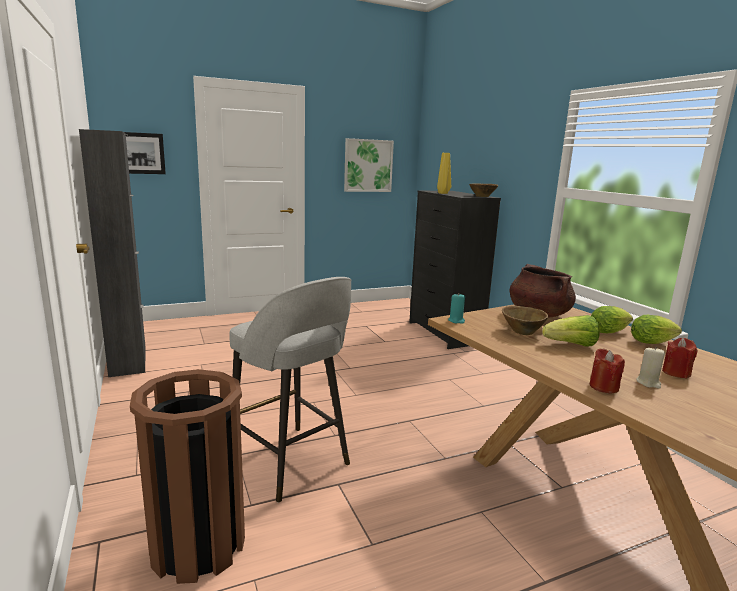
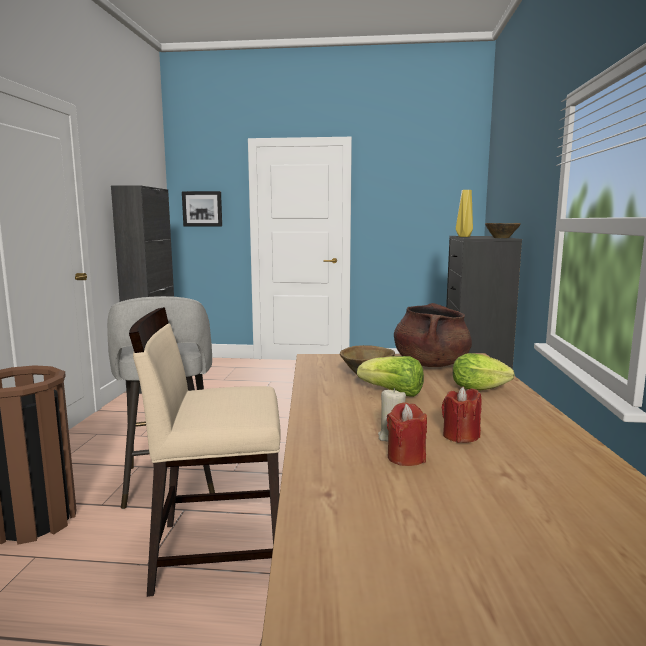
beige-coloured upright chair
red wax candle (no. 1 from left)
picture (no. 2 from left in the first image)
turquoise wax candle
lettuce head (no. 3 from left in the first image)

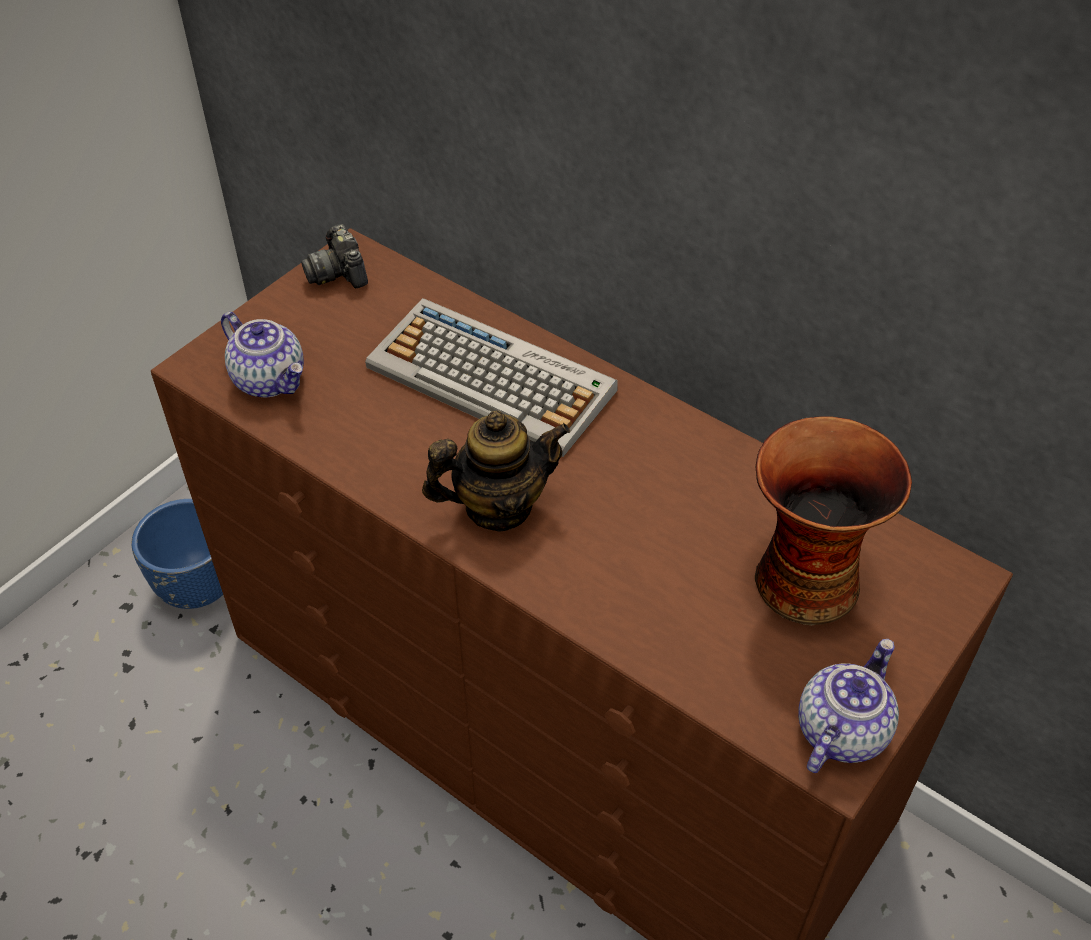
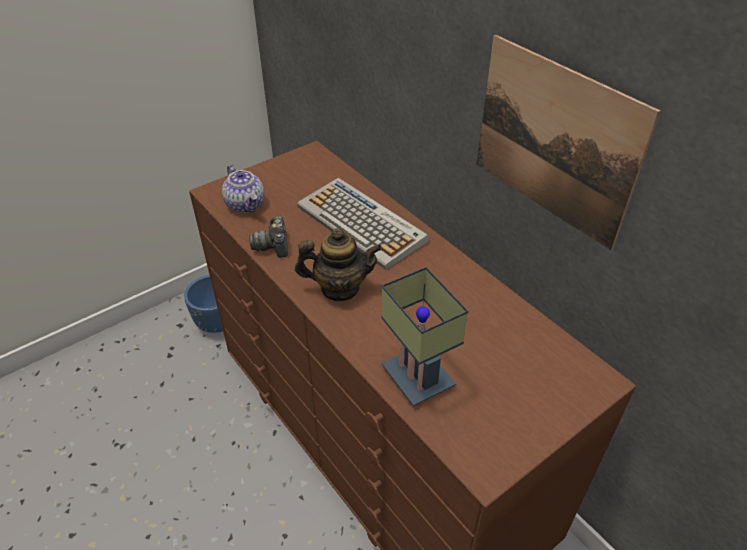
photo camera
lamp for a table
picture
vase
pot for tea (no. 3 from left in the first image)

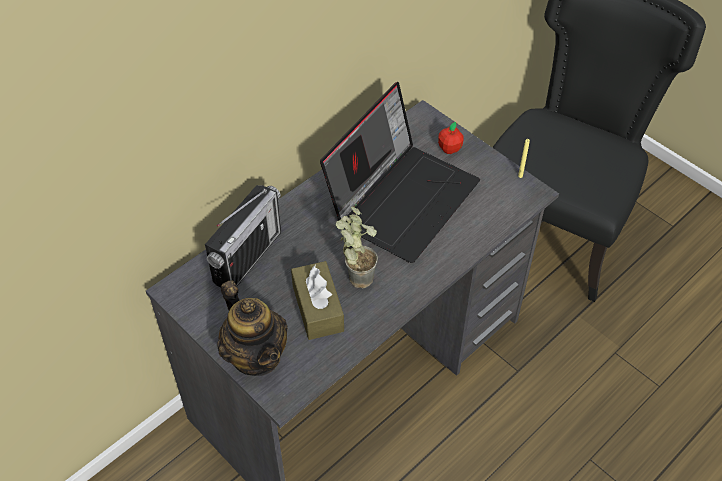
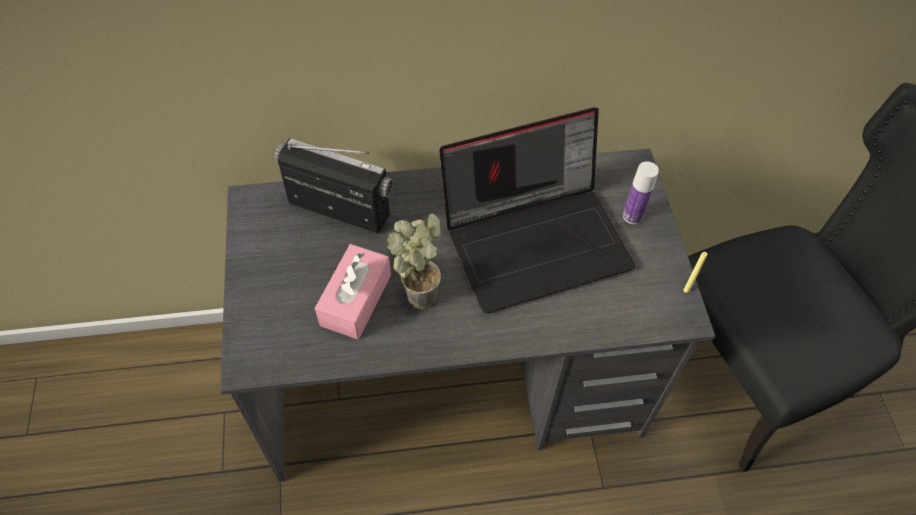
radio
pinkish tissue holder
beverage bottle
pot for tea

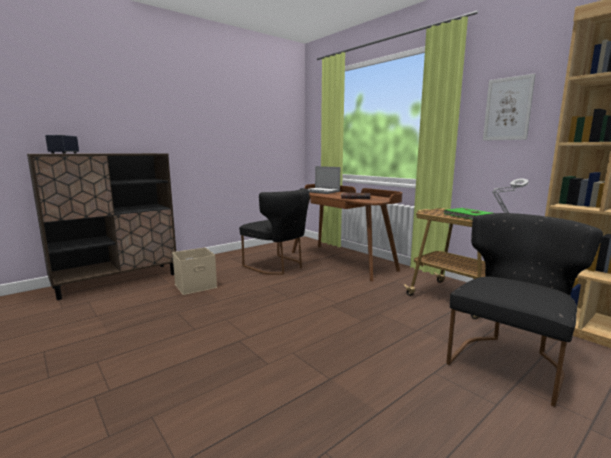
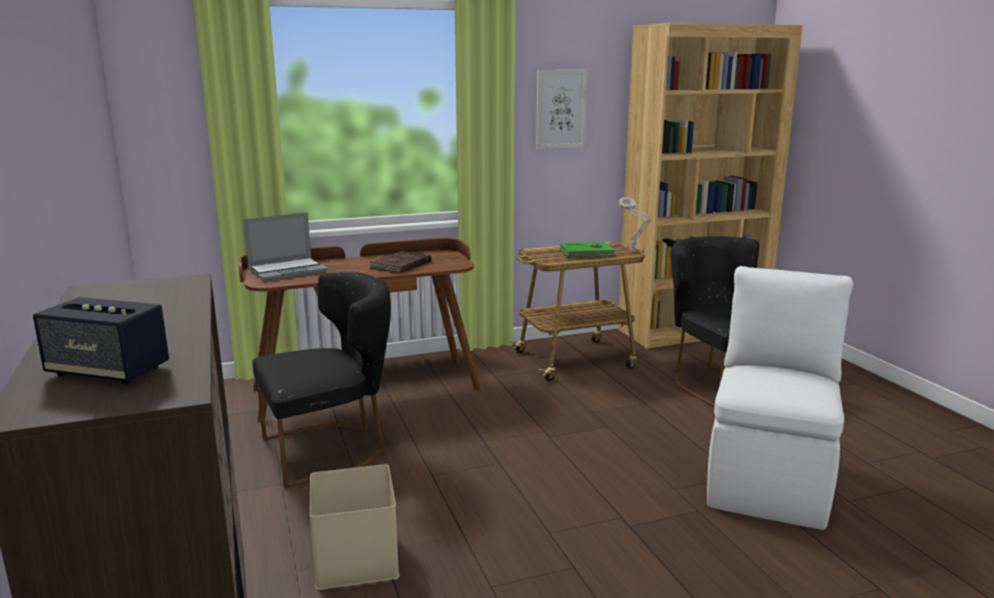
white upright chair

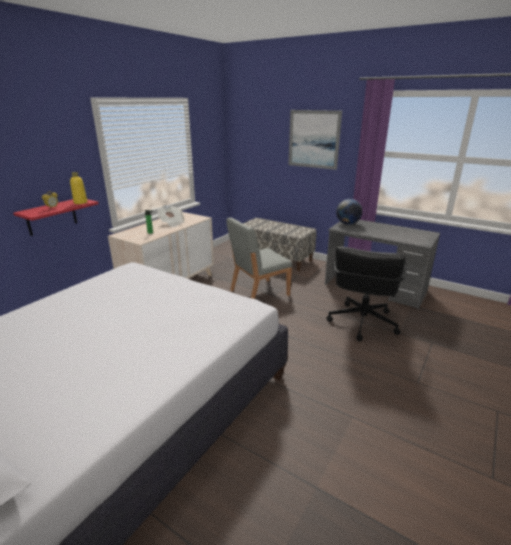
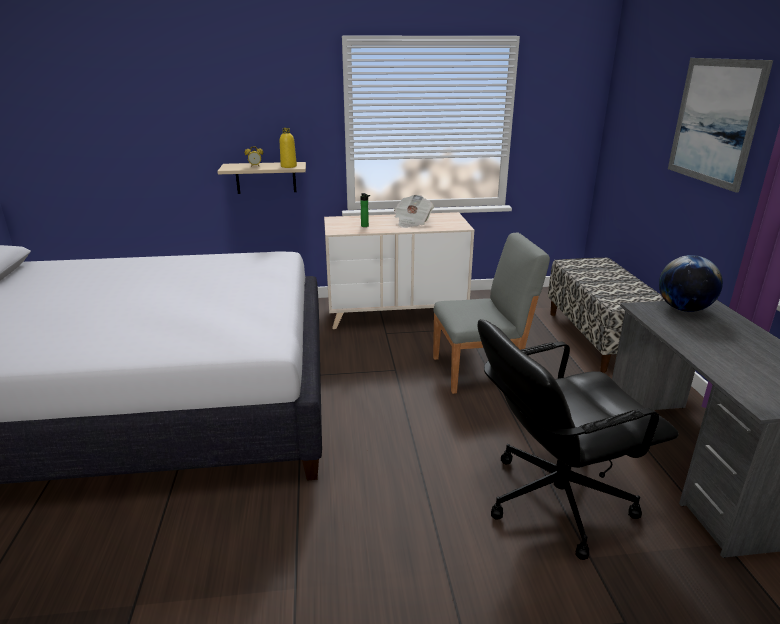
beige-coloured bracket shelf
grey upright chair

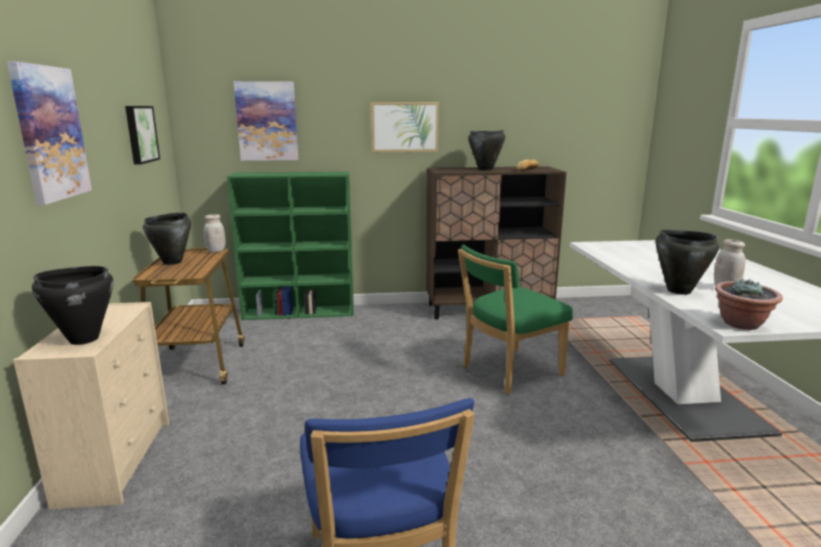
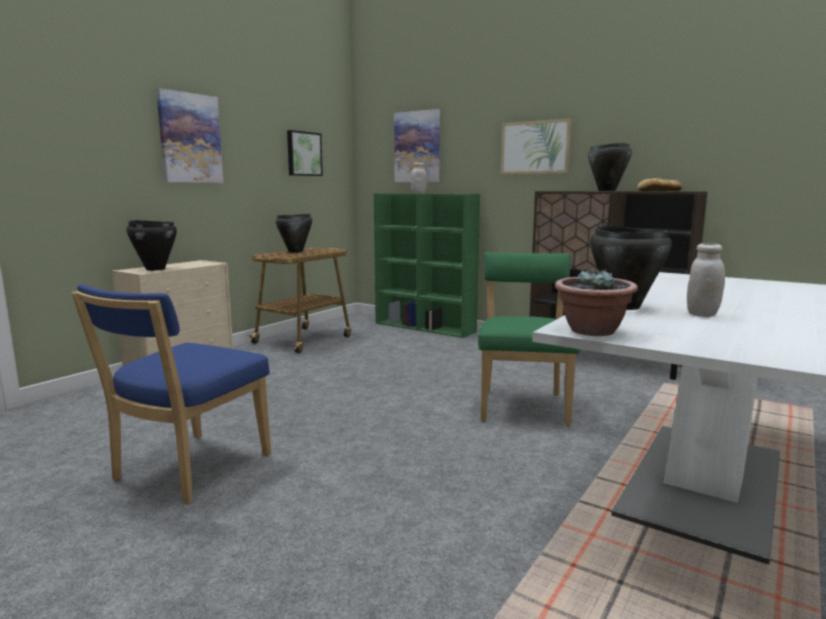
white storage jar (no. 1 from left)
greenish upright chair

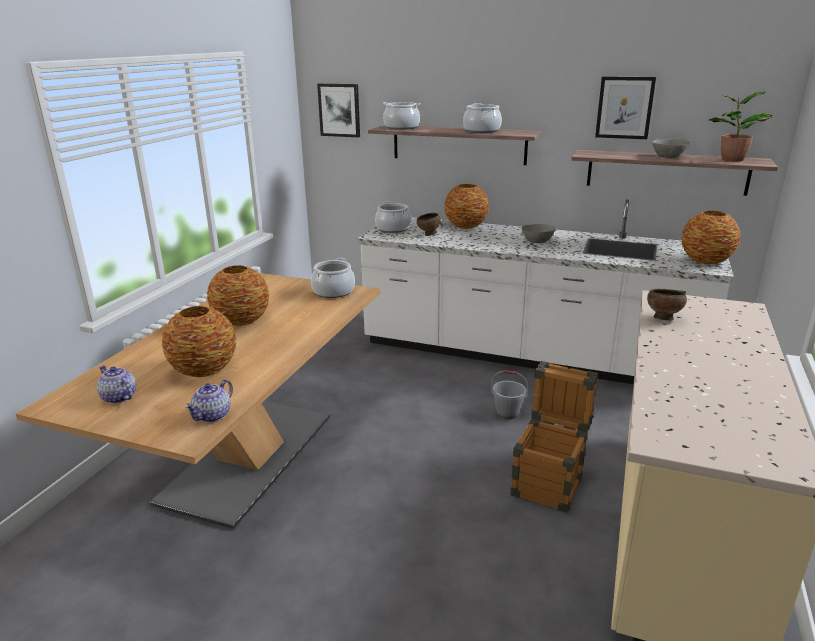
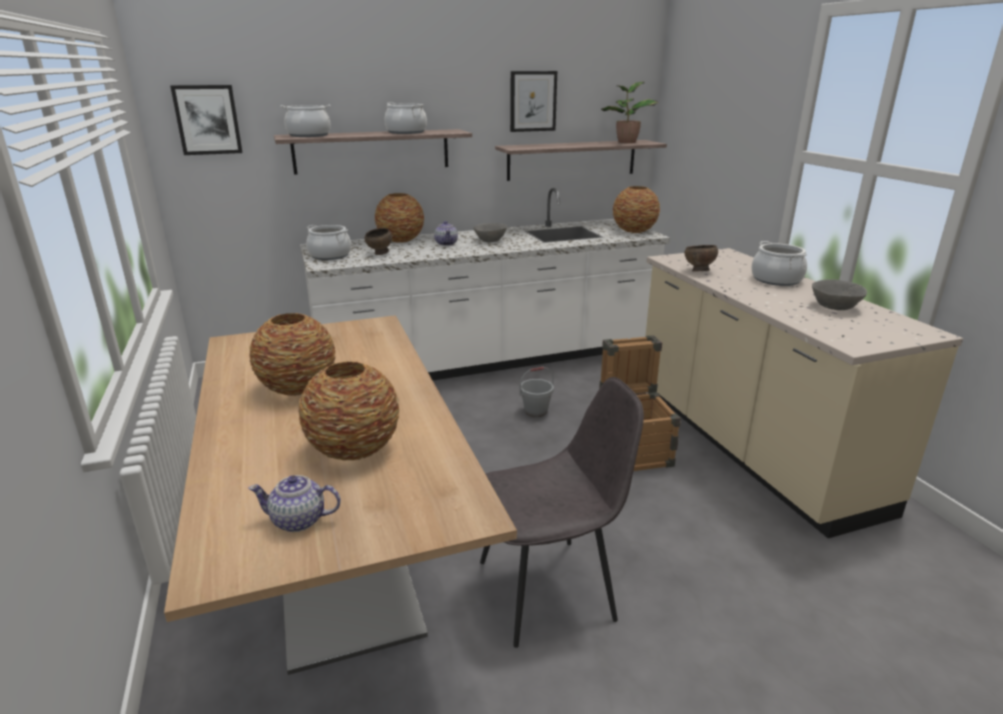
pot for tea (no. 2 from left)
grey upright chair
stockpot (no. 4 from left)
grey serving bowl (no. 2 from left)

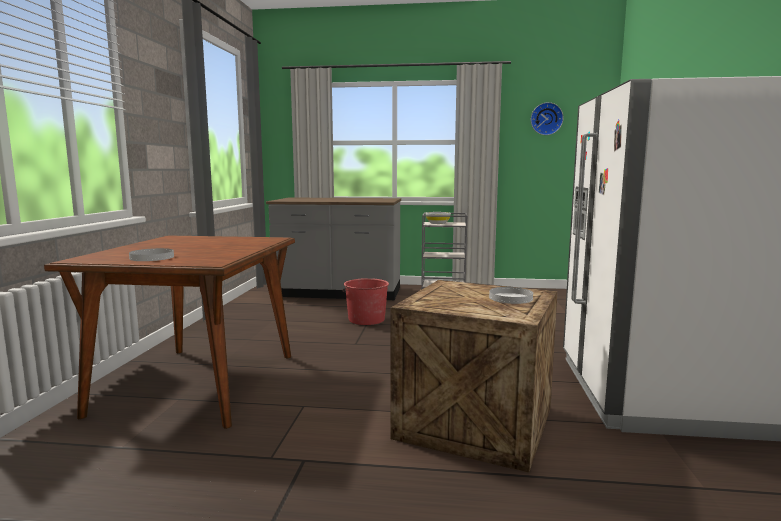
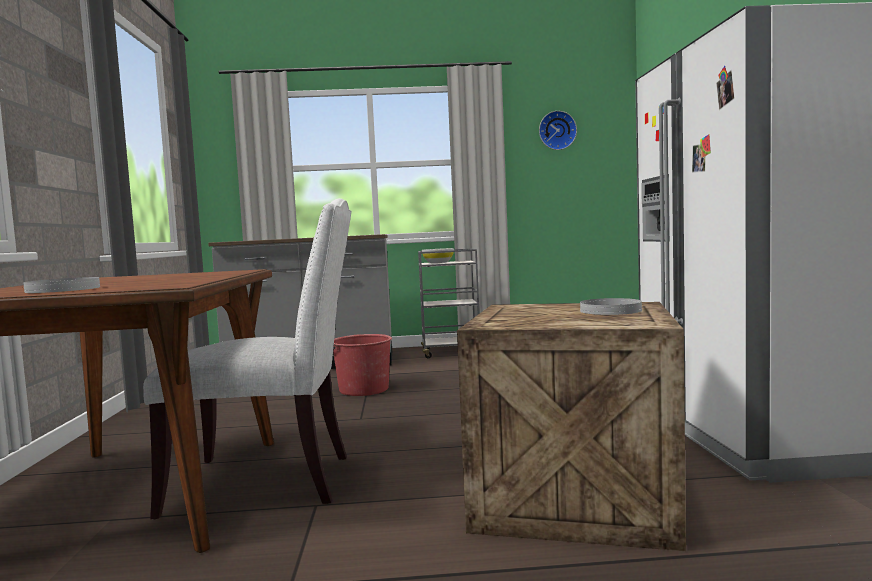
white upright chair

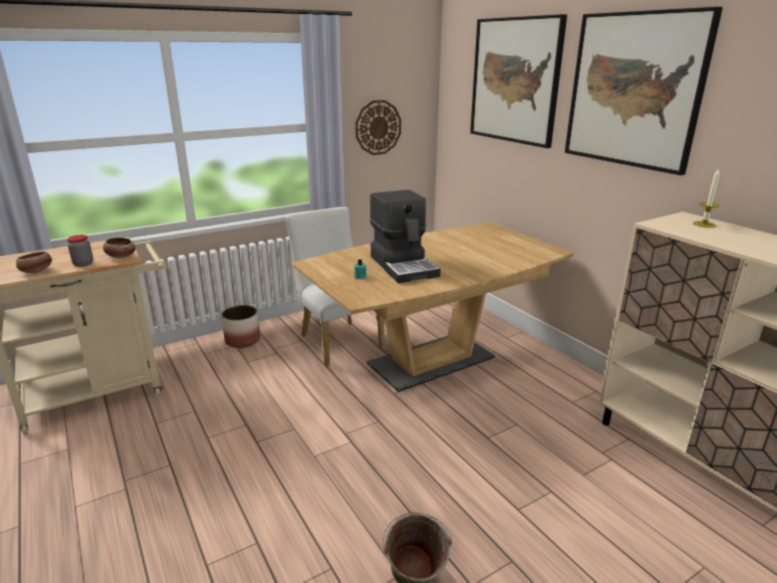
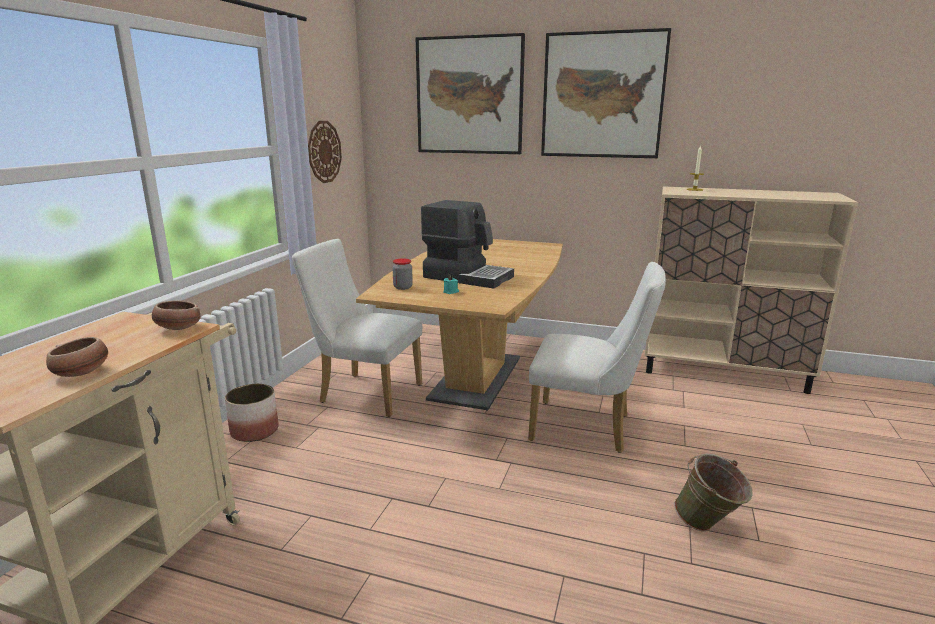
storage jar
white upright chair (no. 2 from left)

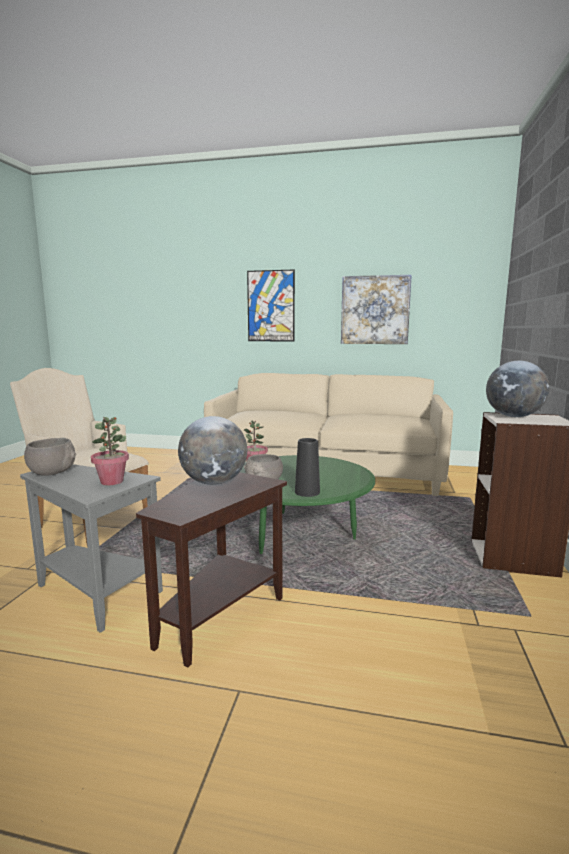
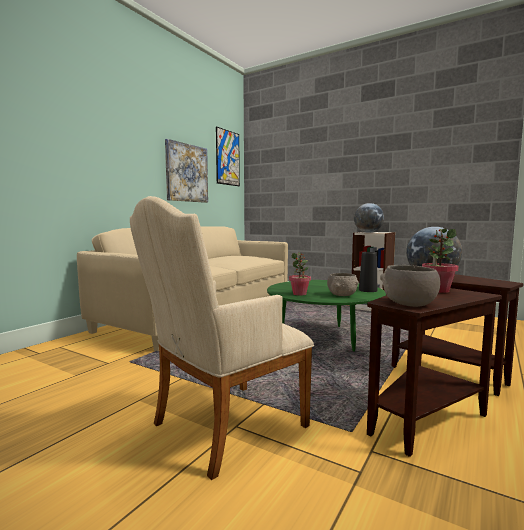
picture (no. 2 from left)
brown-coloured side table (no. 1 from left)

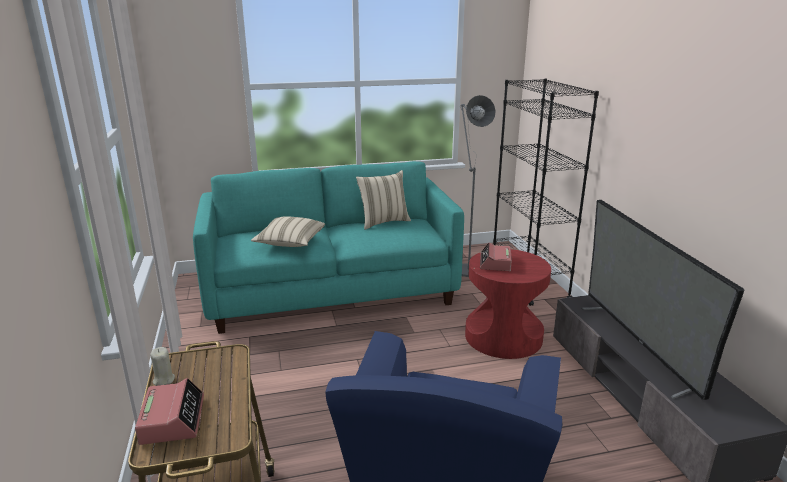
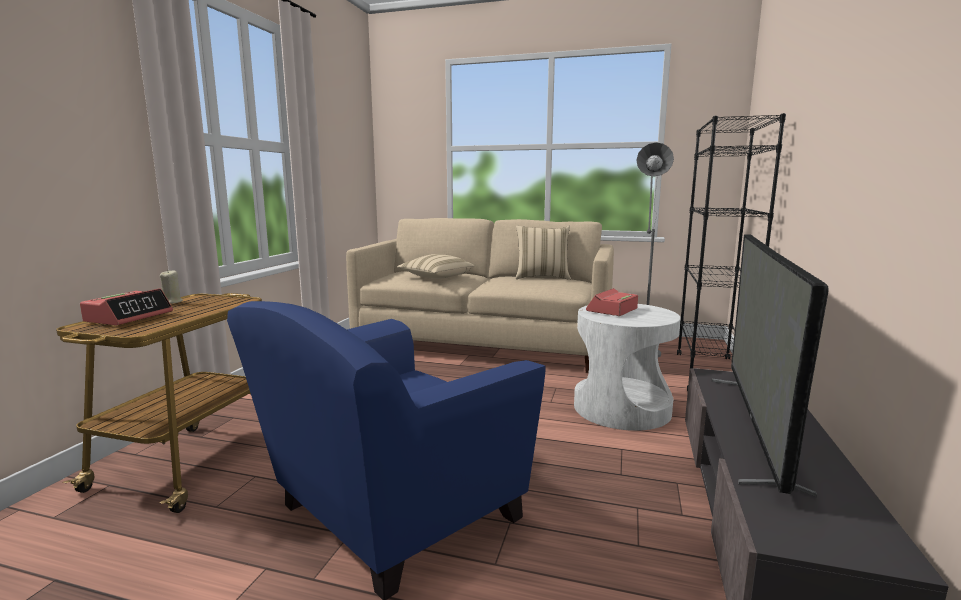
beige-coloured settee
white side table

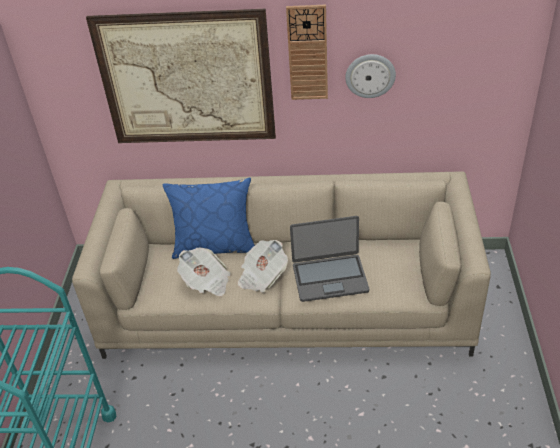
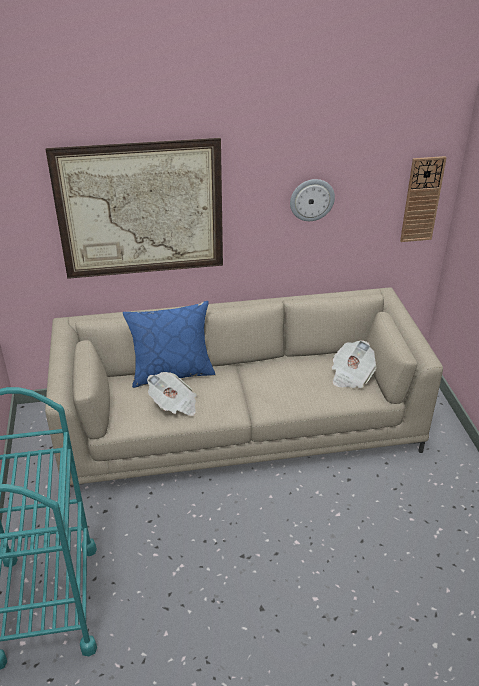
newspaper (no. 2 from left)
clock on the wall (no. 2 from left)
portable computer

